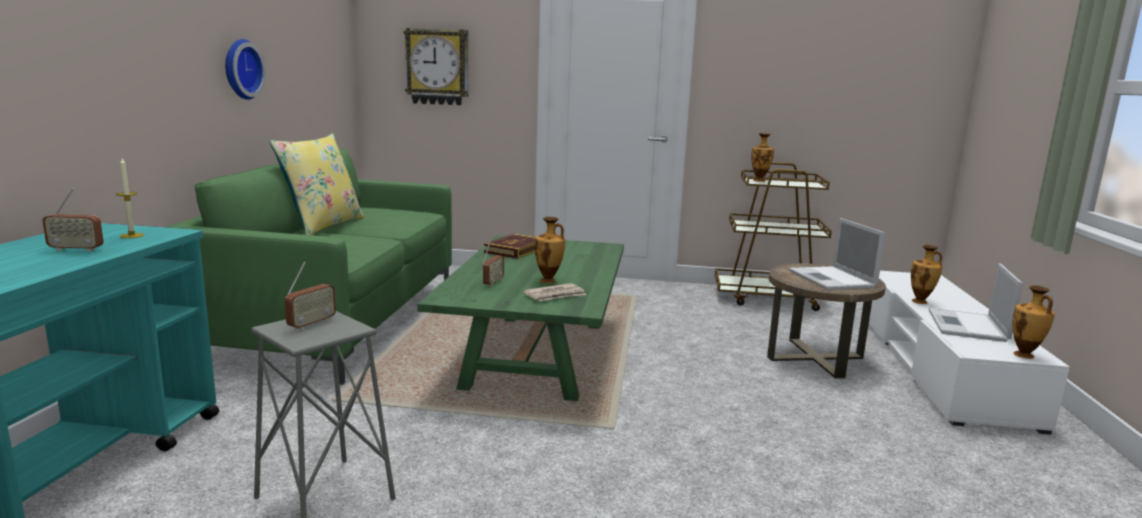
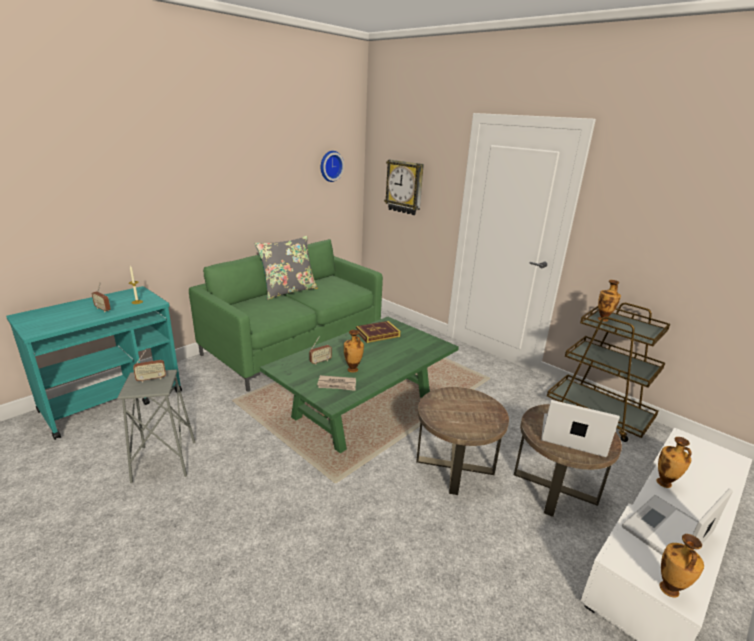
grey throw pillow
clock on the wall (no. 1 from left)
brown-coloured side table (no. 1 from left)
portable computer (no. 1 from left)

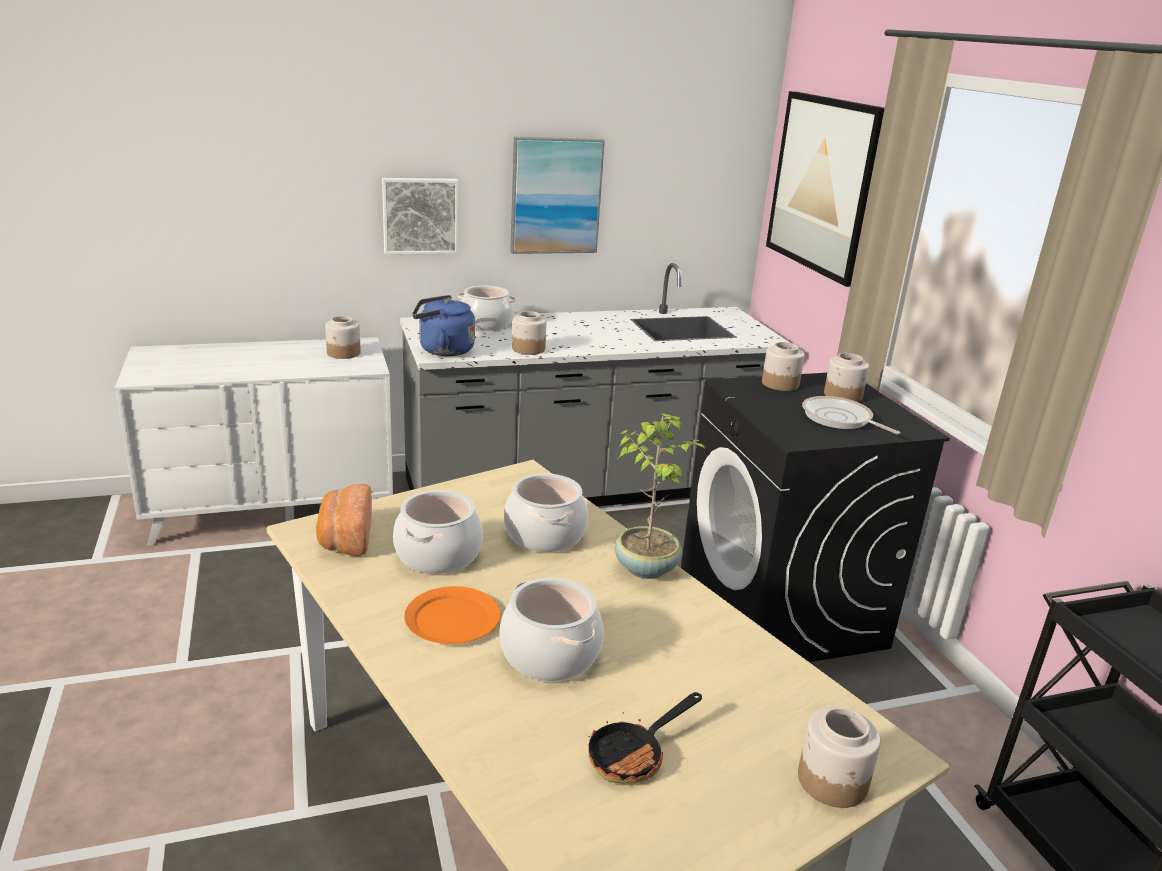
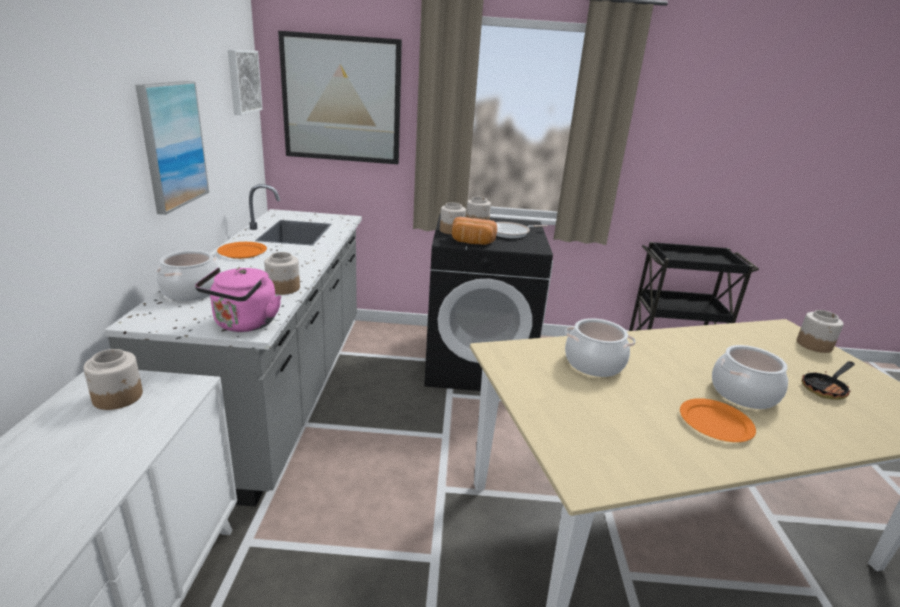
pinkish tea kettle
orange flat dish (no. 1 from left)
picture (no. 2 from left)
baked bread
frying pan (no. 2 from left)
stockpot (no. 1 from left in the first image)
houseplant

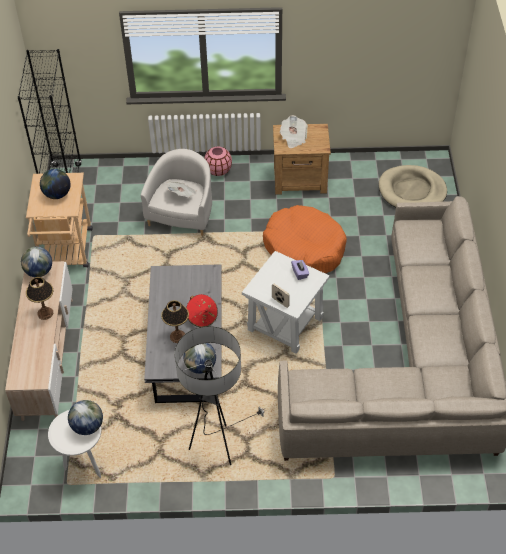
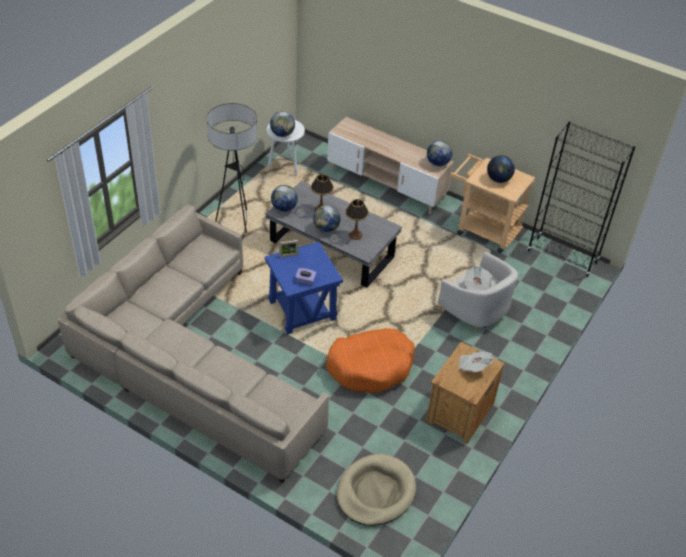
blue side table
globe (no. 3 from left)
lamp for a table (no. 2 from left)
pinkish vase

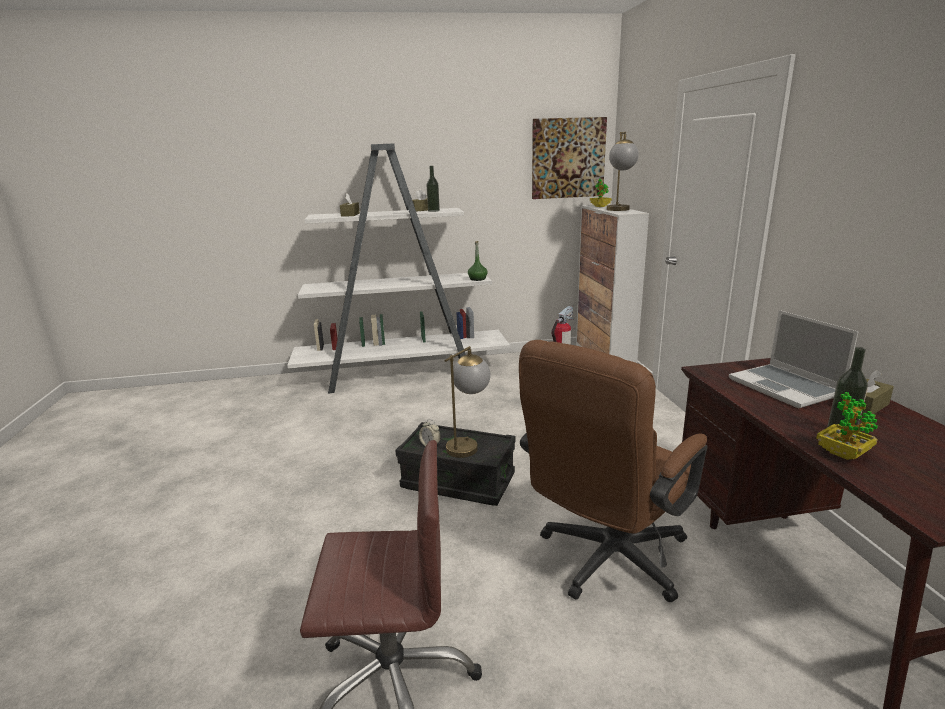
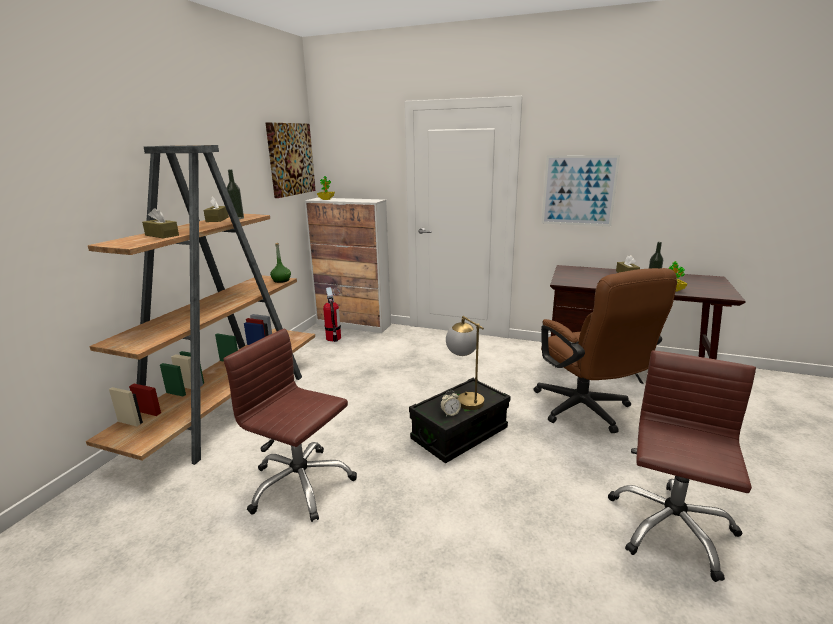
brown-coloured bookshelf
brown-coloured office chair (no. 1 from left)
picture (no. 2 from left)
lamp for a table (no. 2 from left in the first image)
portable computer

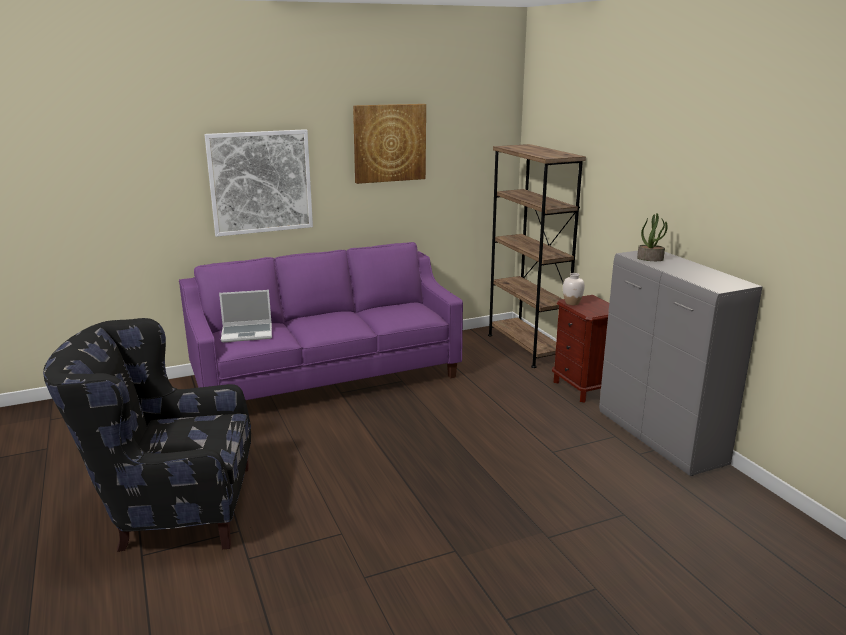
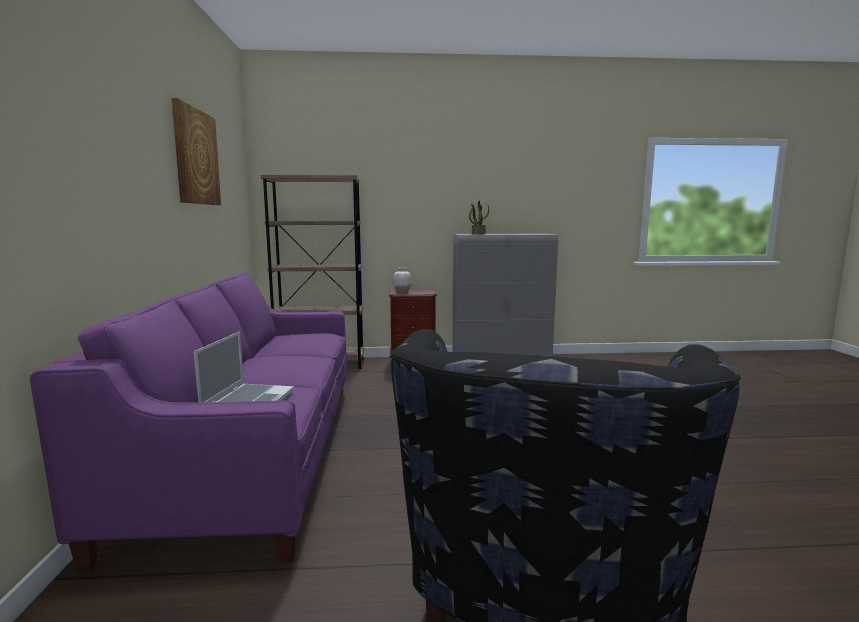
picture (no. 1 from left in the first image)

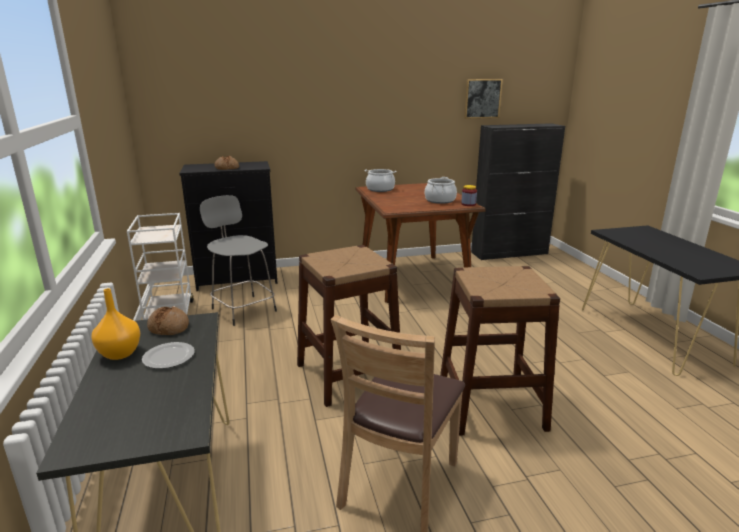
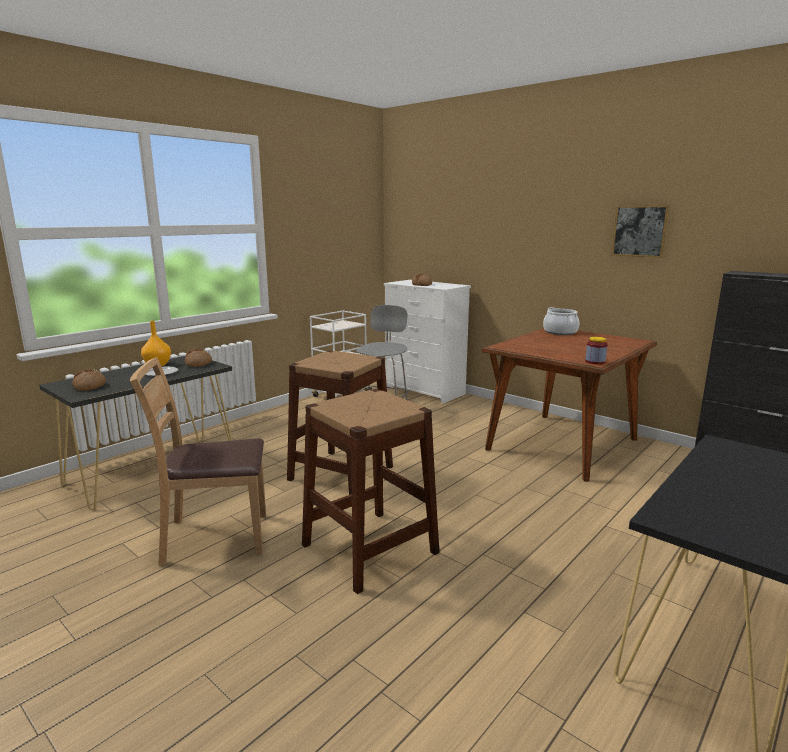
baked bread (no. 1 from left)
white chest of drawers
picture
stockpot (no. 2 from left in the first image)

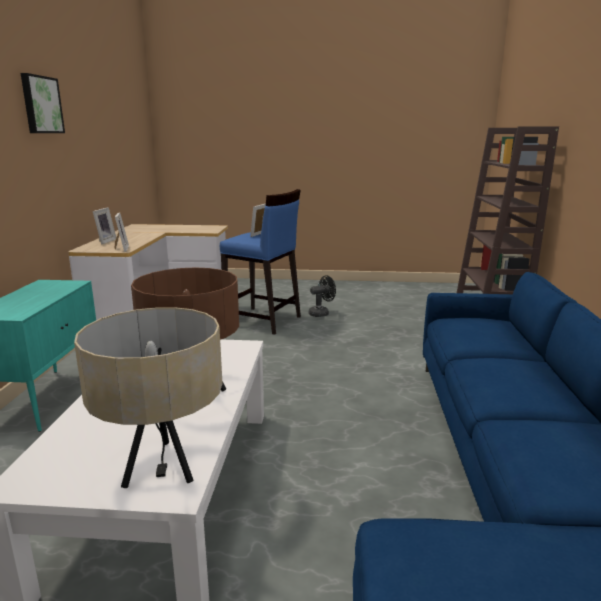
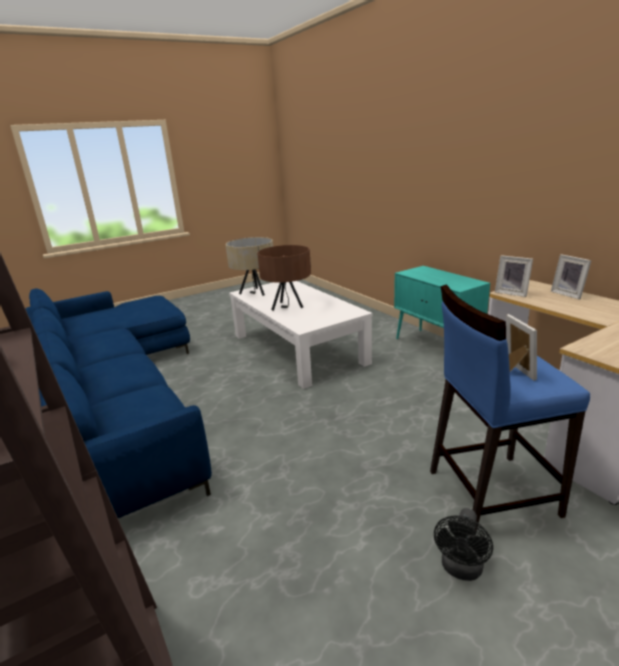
picture

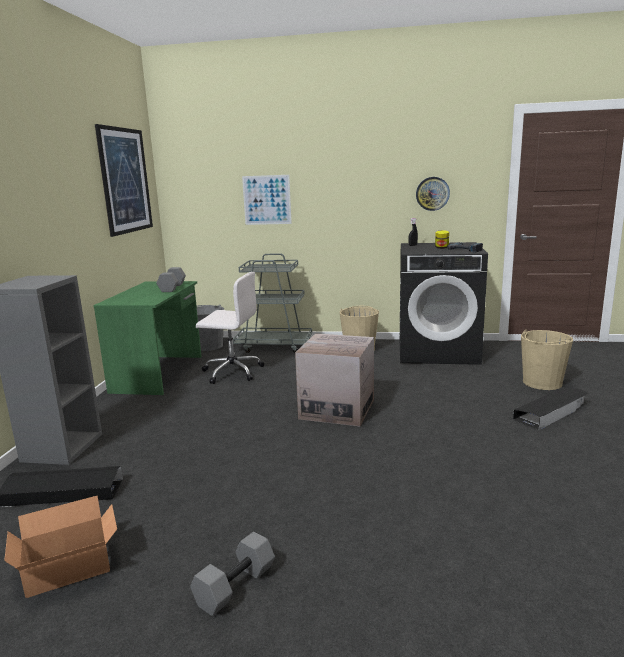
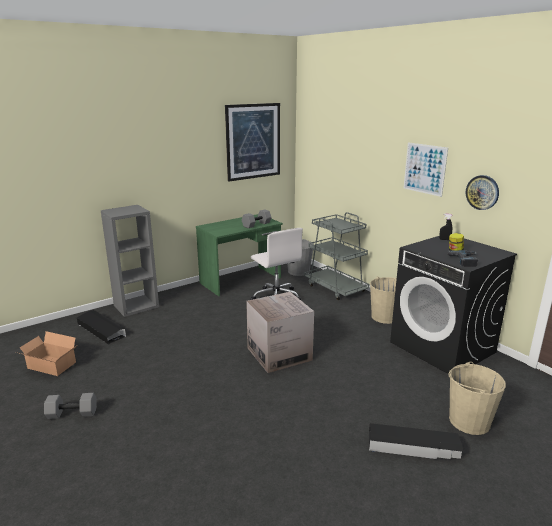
picture (no. 2 from left)

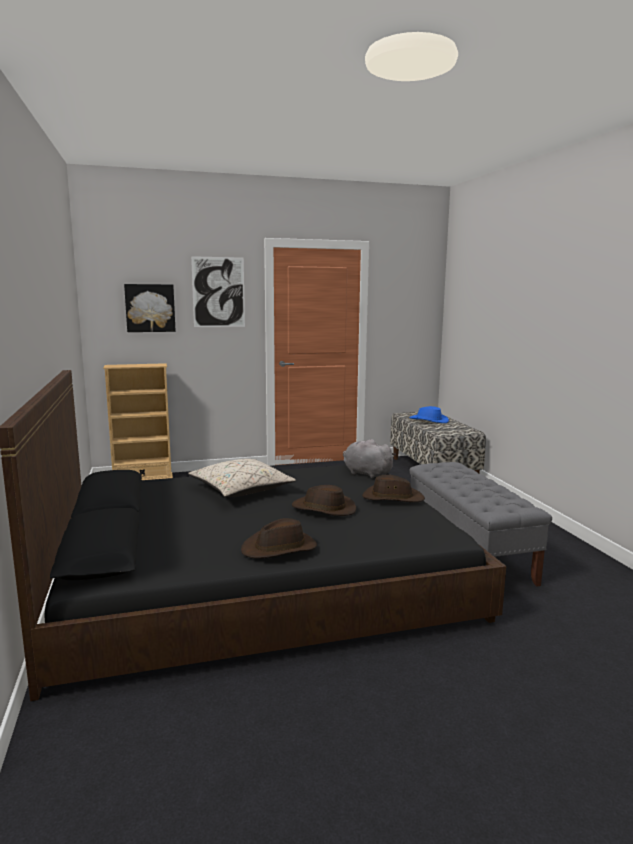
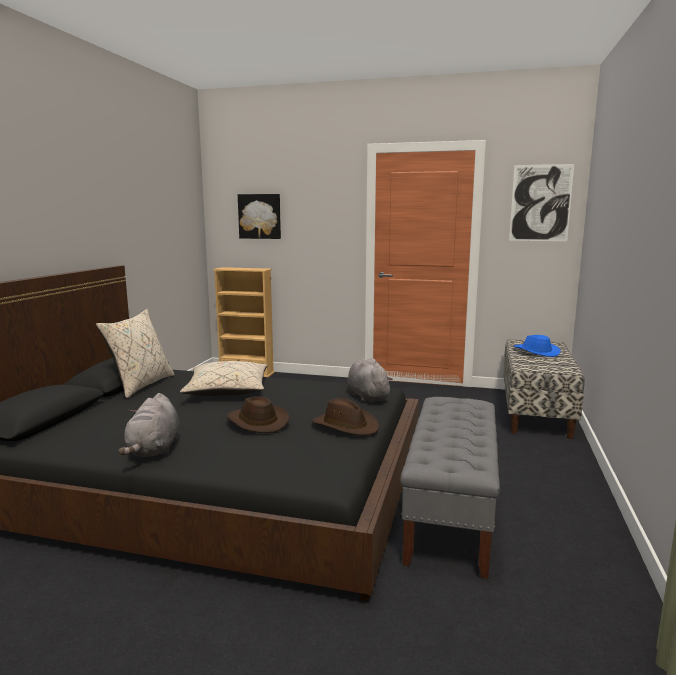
beige-coloured throw pillow (no. 1 from left)
grey plush toy (no. 1 from left)
picture (no. 2 from left)

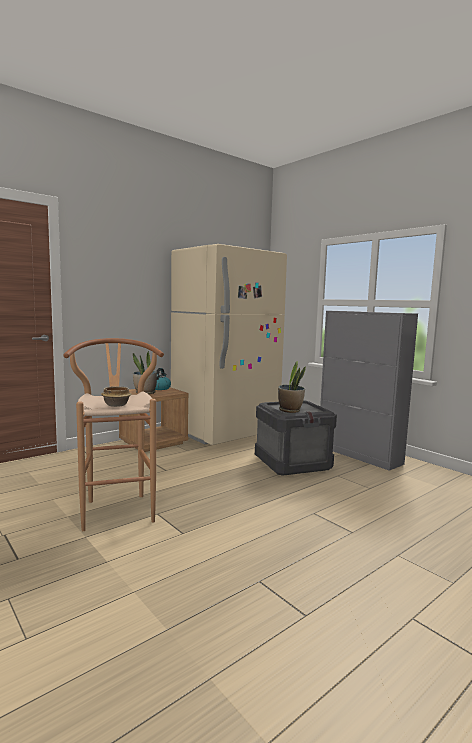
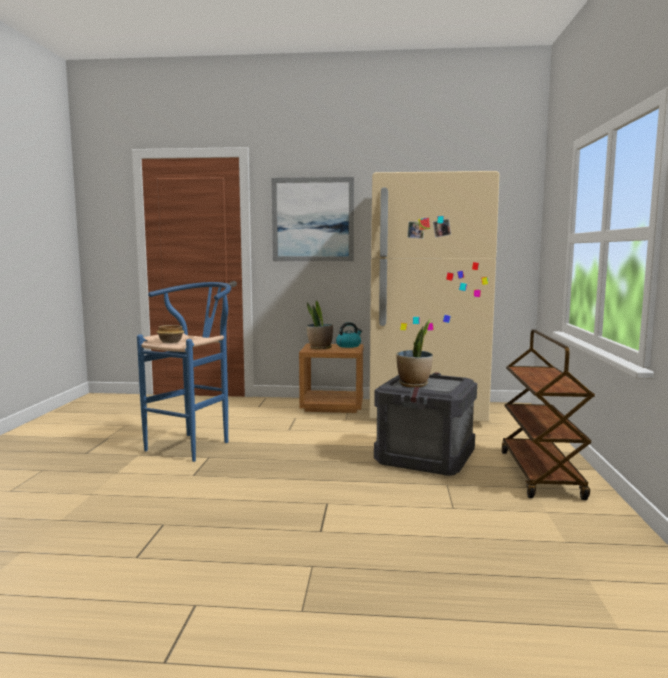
blue stool
picture
brown-coloured wheeled cart

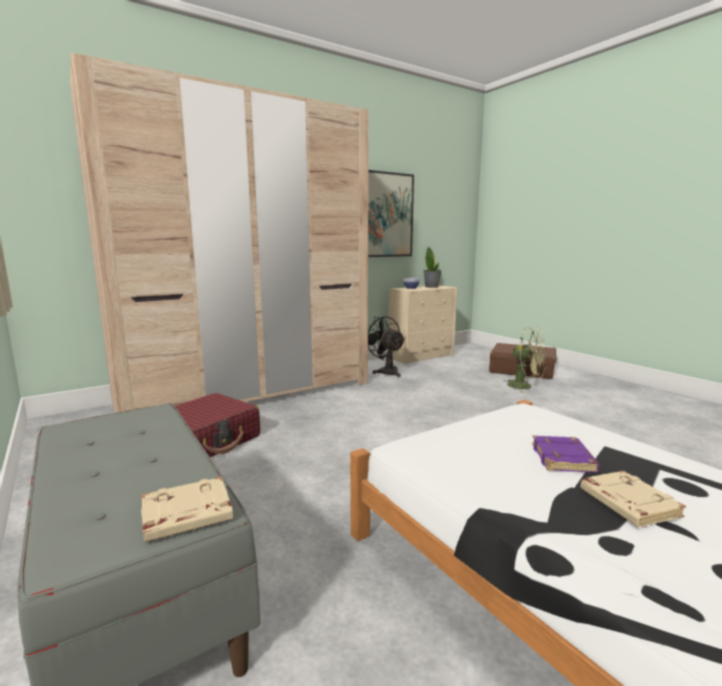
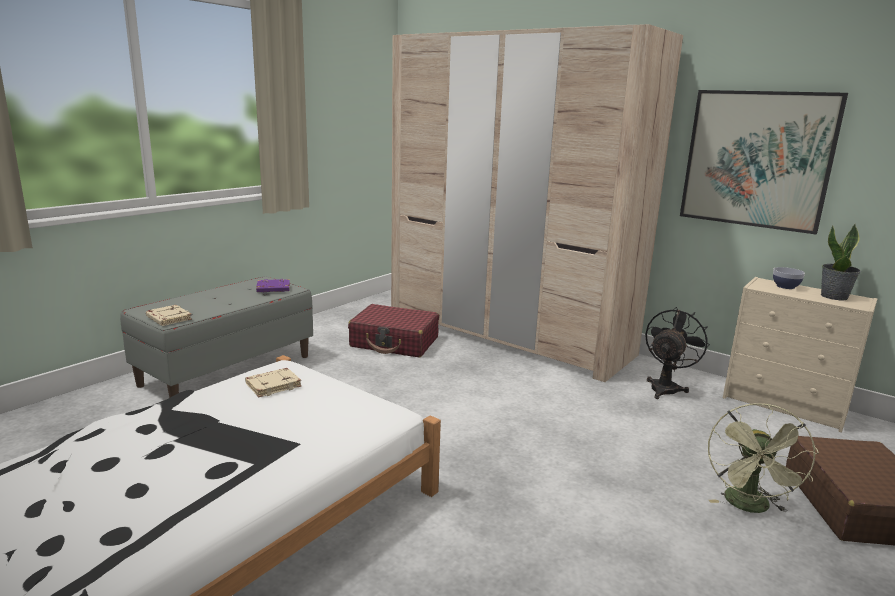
beige-coloured bound book (no. 2 from left)
purple-coloured bound book

